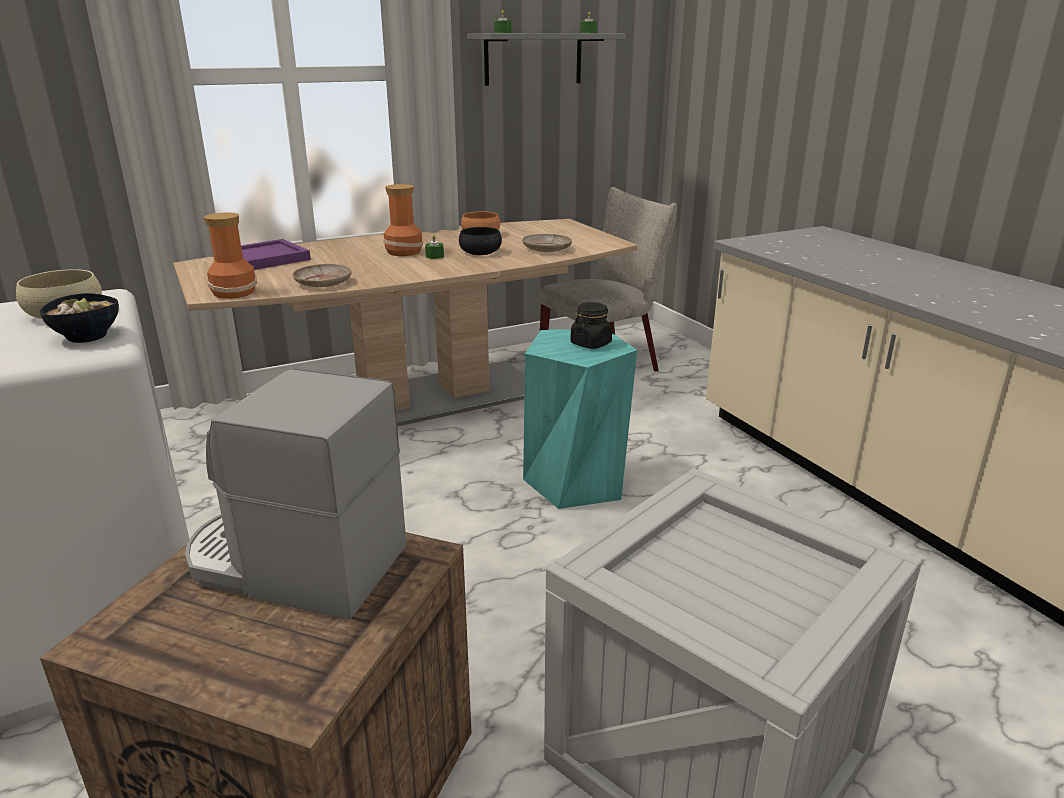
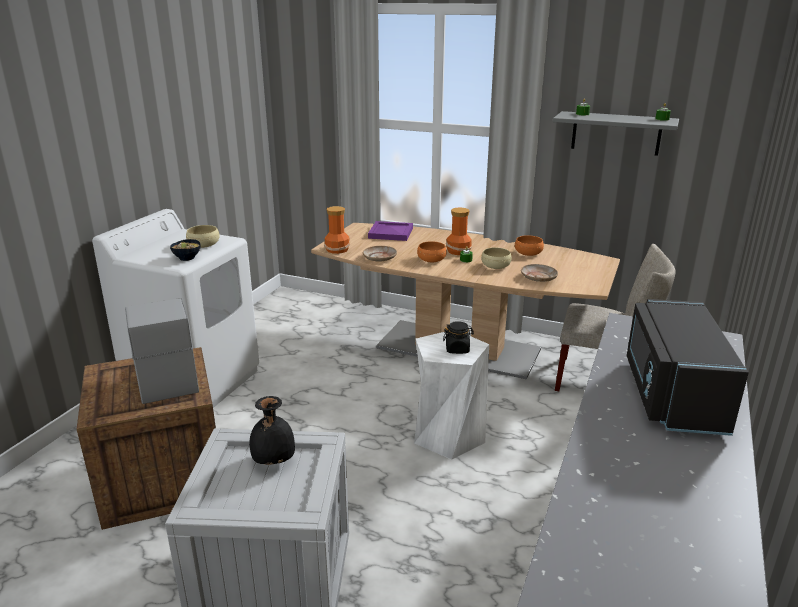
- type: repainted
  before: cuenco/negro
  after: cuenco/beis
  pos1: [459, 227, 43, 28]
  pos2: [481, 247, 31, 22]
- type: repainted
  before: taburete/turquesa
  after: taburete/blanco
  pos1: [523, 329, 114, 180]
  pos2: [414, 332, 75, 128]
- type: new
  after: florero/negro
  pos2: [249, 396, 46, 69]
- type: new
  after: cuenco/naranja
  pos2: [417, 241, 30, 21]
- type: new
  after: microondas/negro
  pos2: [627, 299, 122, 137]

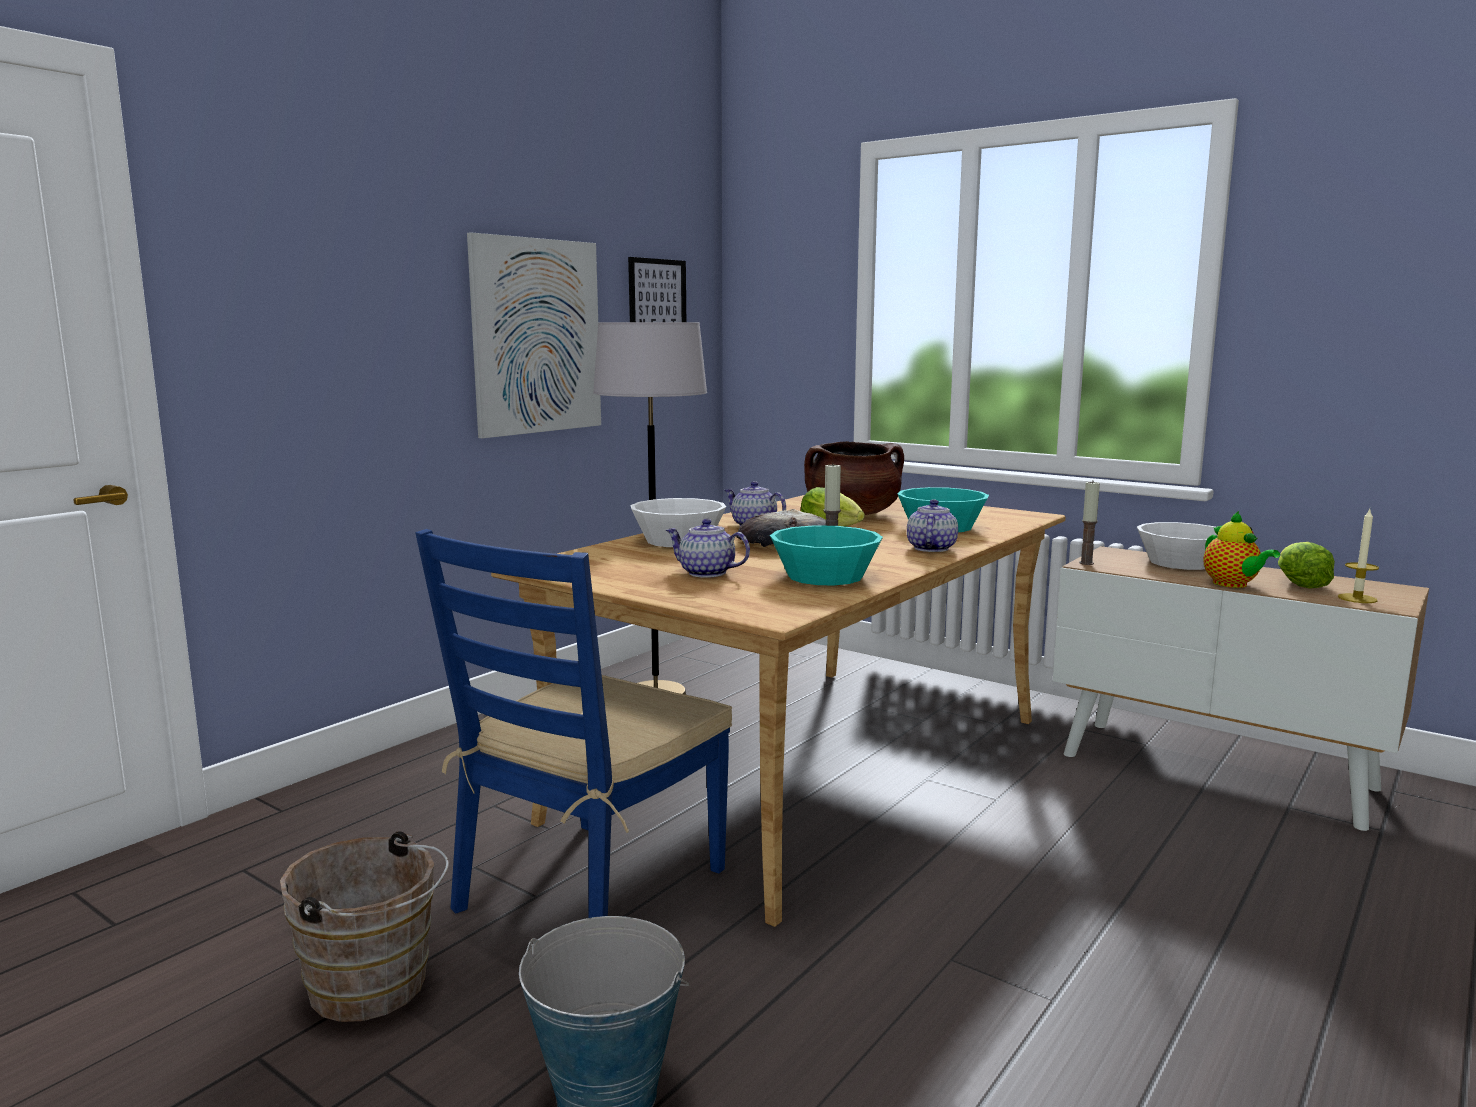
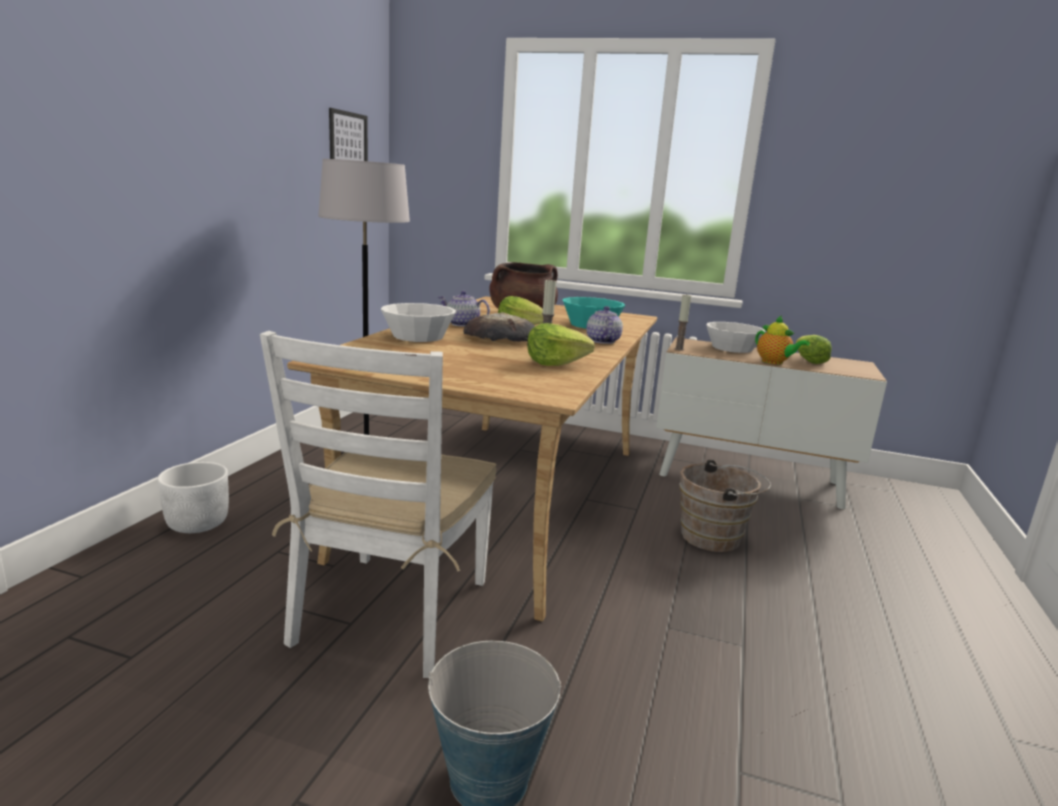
- type: shifted
  before: cubo/marrón
  pos1: [280, 831, 169, 191]
  pos2: [679, 460, 92, 92]
- type: repainted
  before: silla/azul
  after: silla/blanco
  pos1: [415, 529, 317, 389]
  pos2: [260, 331, 237, 347]
- type: gone
  before: cuadro
  pos1: [467, 232, 134, 206]
- type: gone
  before: tetera
  pos1: [666, 519, 84, 59]
- type: swapped
  before: cuenco/turquesa
  after: lechuga
  pos1: [770, 525, 113, 60]
  pos2: [527, 323, 68, 43]
- type: gone
  before: vela
  pos1: [1338, 509, 41, 94]
- type: new
  after: maceta/blanco
  pos2: [157, 462, 72, 71]

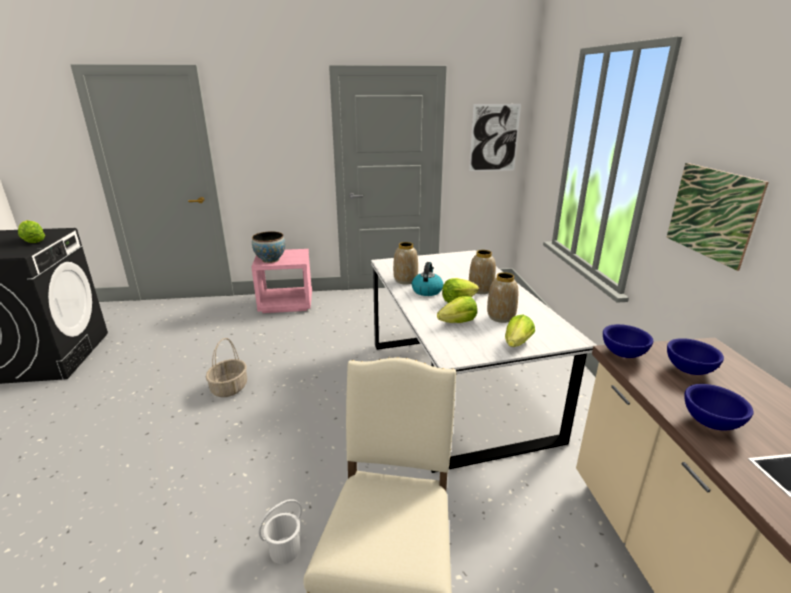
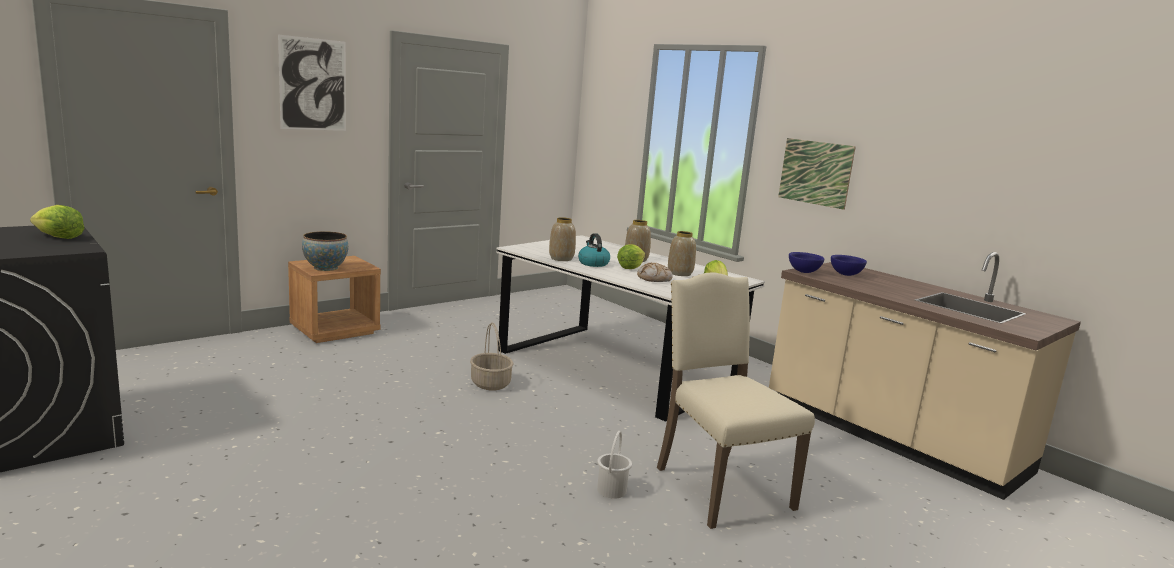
- type: shifted
  before: cesta
  pos1: [206, 338, 41, 59]
  pos2: [470, 322, 44, 69]
- type: repainted
  before: mesita de noche/rosa
  after: mesita de noche/marrón
  pos1: [251, 249, 61, 64]
  pos2: [288, 256, 93, 87]
- type: swapped
  before: lechuga
  after: pan
  pos1: [437, 296, 40, 27]
  pos2: [637, 263, 36, 19]
- type: shifted
  before: cuadro
  pos1: [469, 104, 52, 67]
  pos2: [278, 35, 68, 96]
- type: gone
  before: cuenco/azul
  pos1: [685, 384, 68, 46]

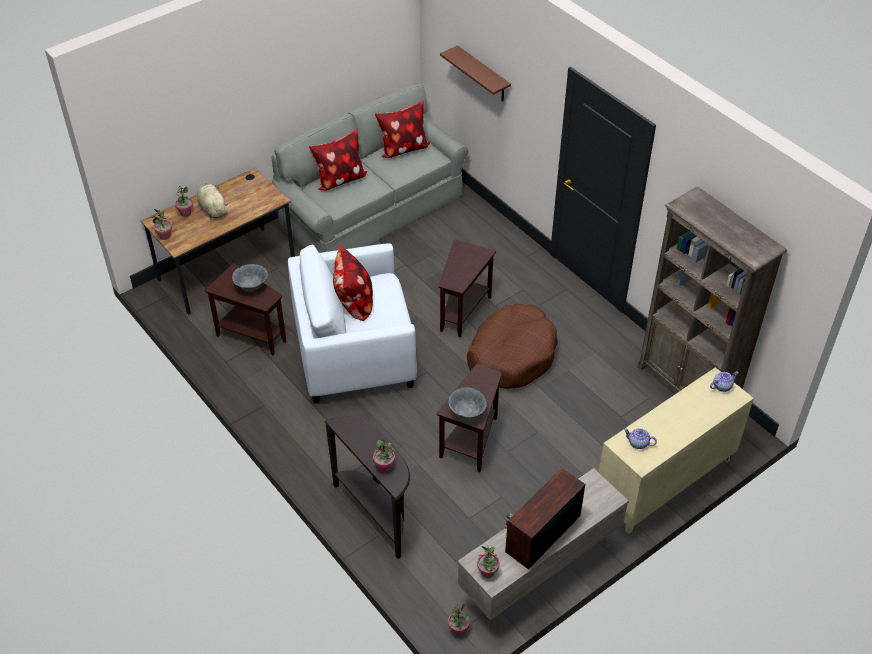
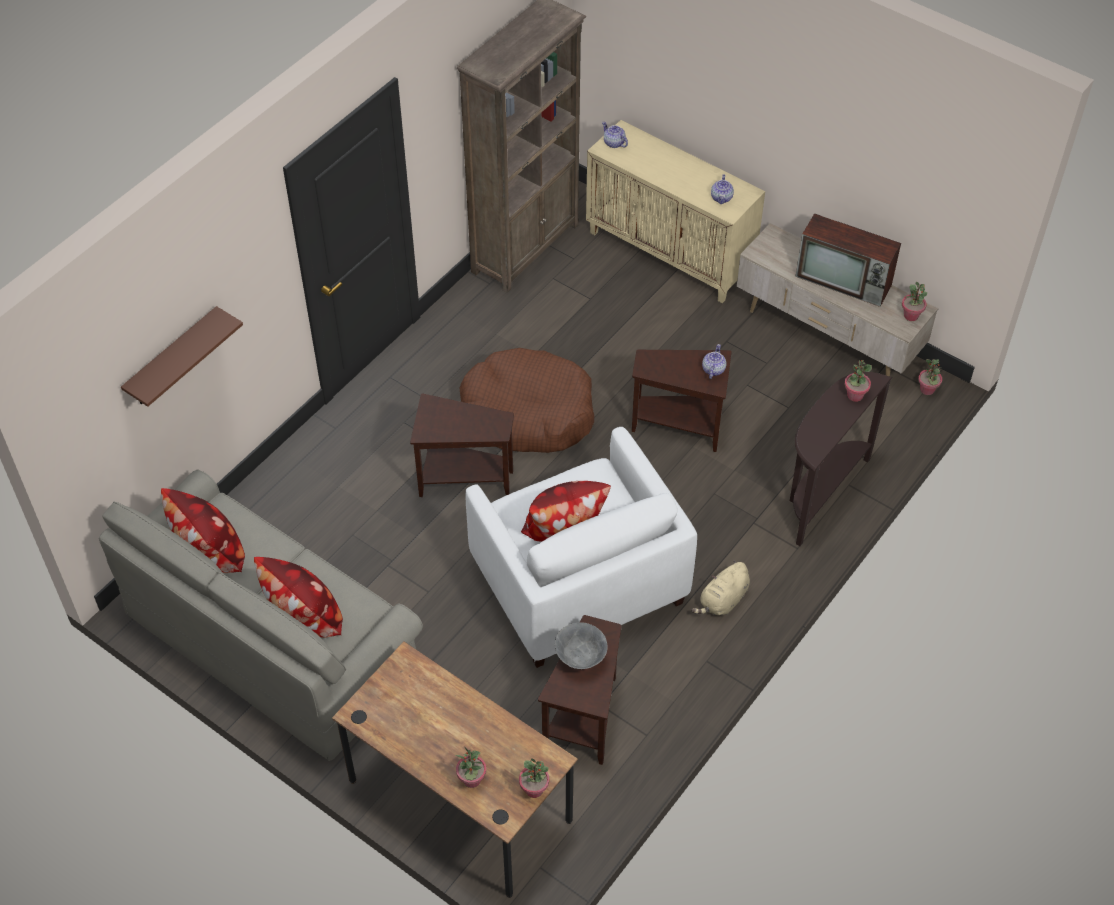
- type: shifted
  before: peluche/beis
  pos1: [197, 183, 31, 35]
  pos2: [691, 561, 59, 54]
- type: swapped
  before: cuenco/gris
  after: tetera
  pos1: [448, 387, 39, 32]
  pos2: [702, 344, 24, 35]

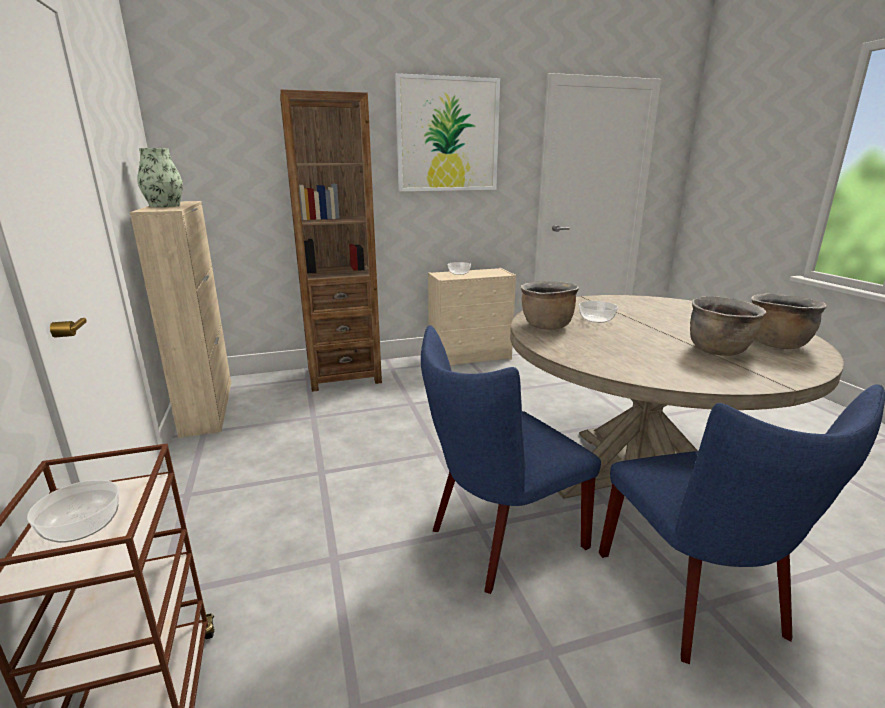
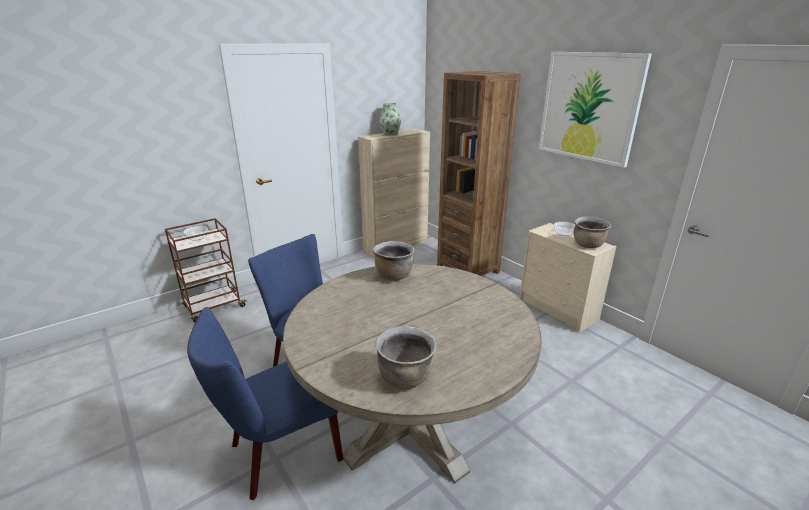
- type: gone
  before: cuenco
  pos1: [579, 301, 39, 22]
- type: shifted
  before: olla/marrón
  pos1: [690, 296, 77, 60]
  pos2: [574, 216, 37, 32]

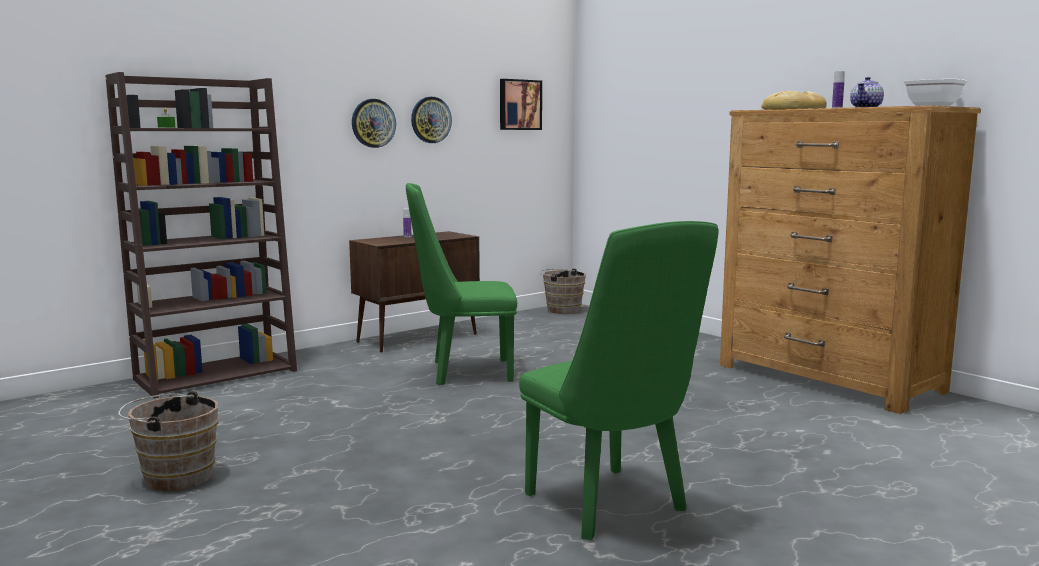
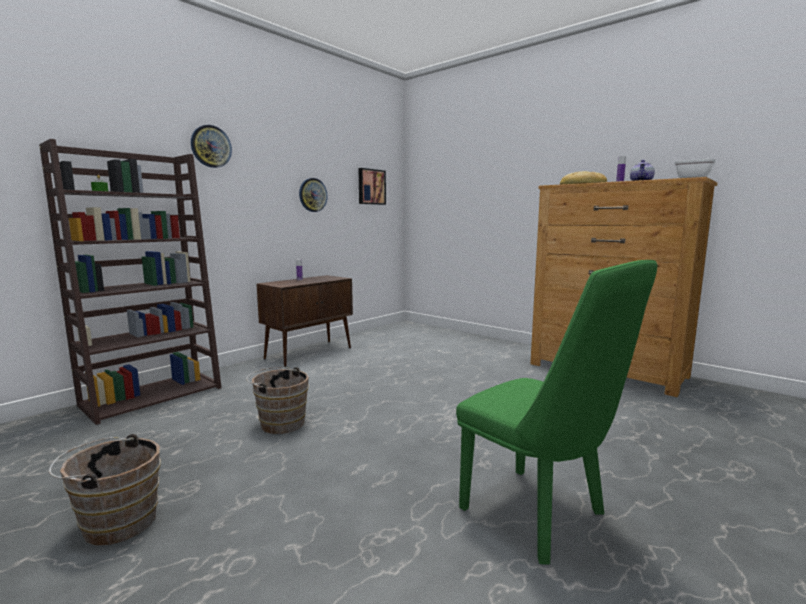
- type: shifted
  before: reloj de pared
  pos1: [352, 99, 44, 49]
  pos2: [191, 125, 41, 43]
- type: gone
  before: silla/verde
  pos1: [406, 183, 111, 202]
- type: shifted
  before: cubo/marrón
  pos1: [539, 268, 47, 46]
  pos2: [246, 367, 63, 67]

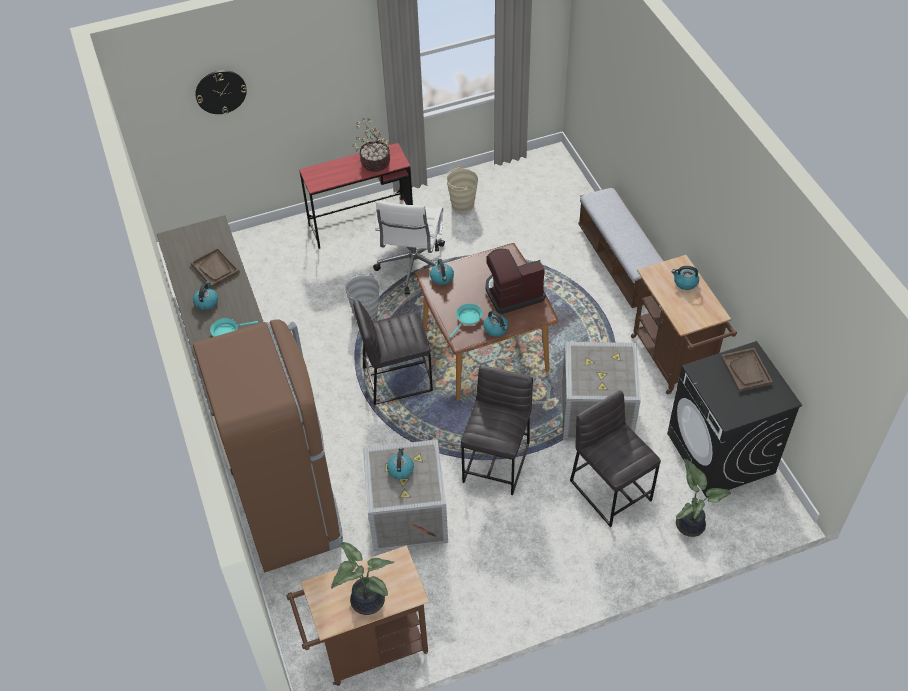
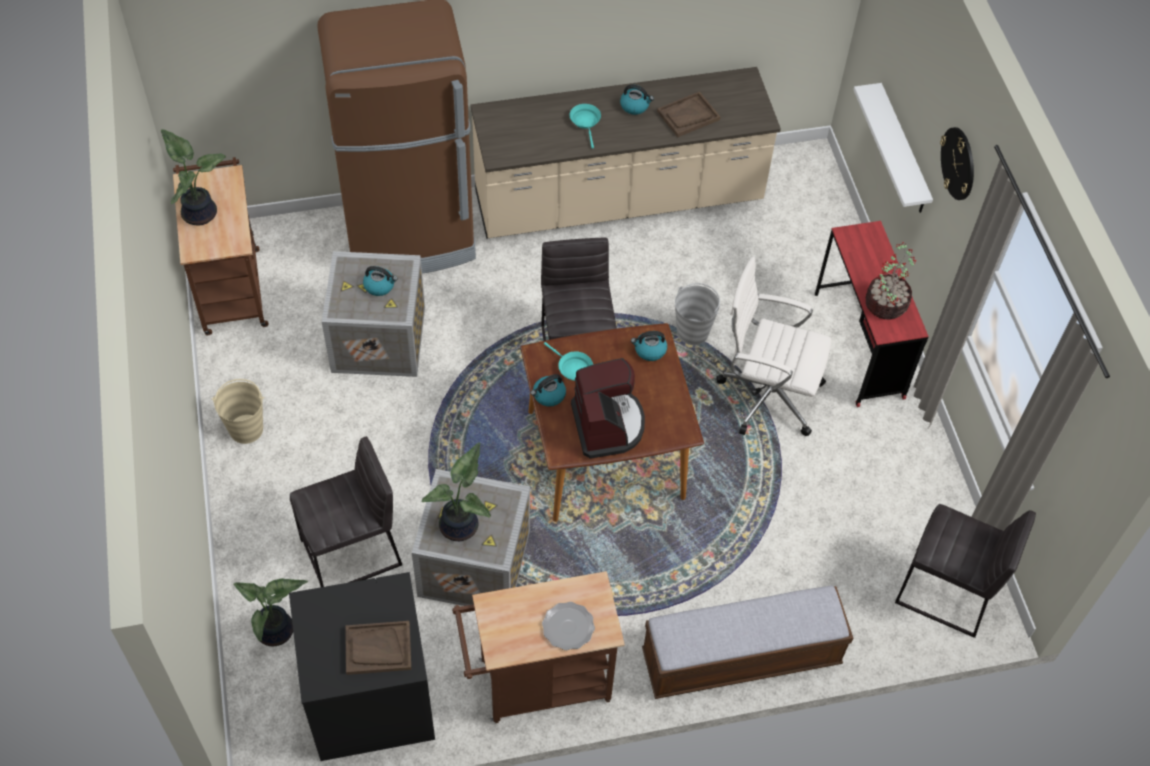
- type: shifted
  before: reloj de pared
  pos1: [195, 70, 52, 44]
  pos2: [940, 127, 34, 73]
- type: shifted
  before: cubo/beis
  pos1: [446, 165, 32, 48]
  pos2: [211, 379, 53, 65]
- type: shifted
  before: taburete/gris
  pos1: [461, 365, 72, 130]
  pos2: [895, 504, 141, 134]
- type: swapped
  before: hervidor
  after: plato
  pos1: [672, 266, 27, 24]
  pos2: [542, 602, 53, 48]
- type: new
  after: planta en maceta
  pos2: [422, 442, 69, 99]
- type: new
  after: estante/blanco
  pos2: [853, 83, 80, 130]

